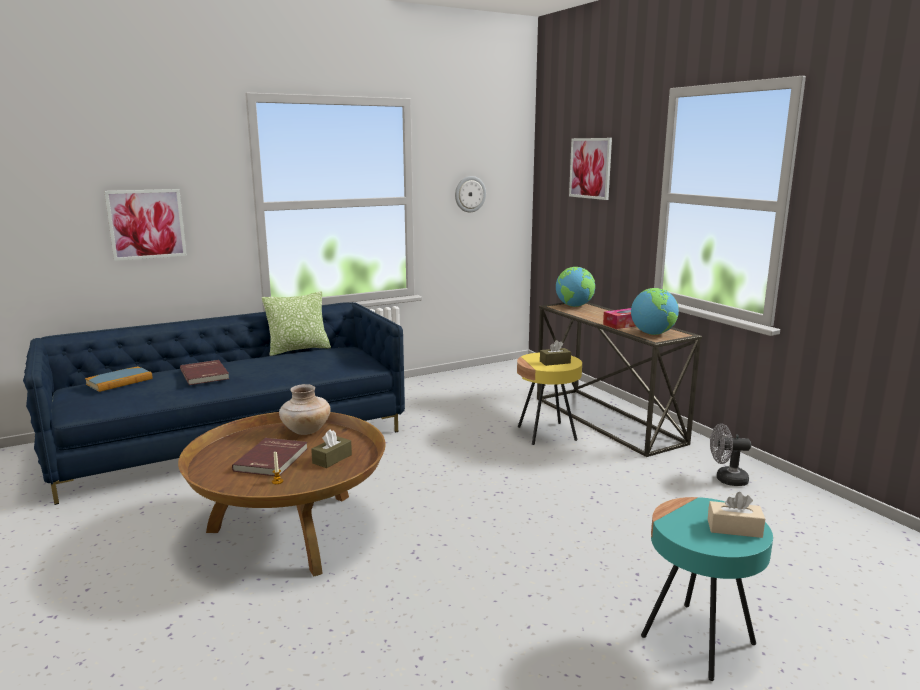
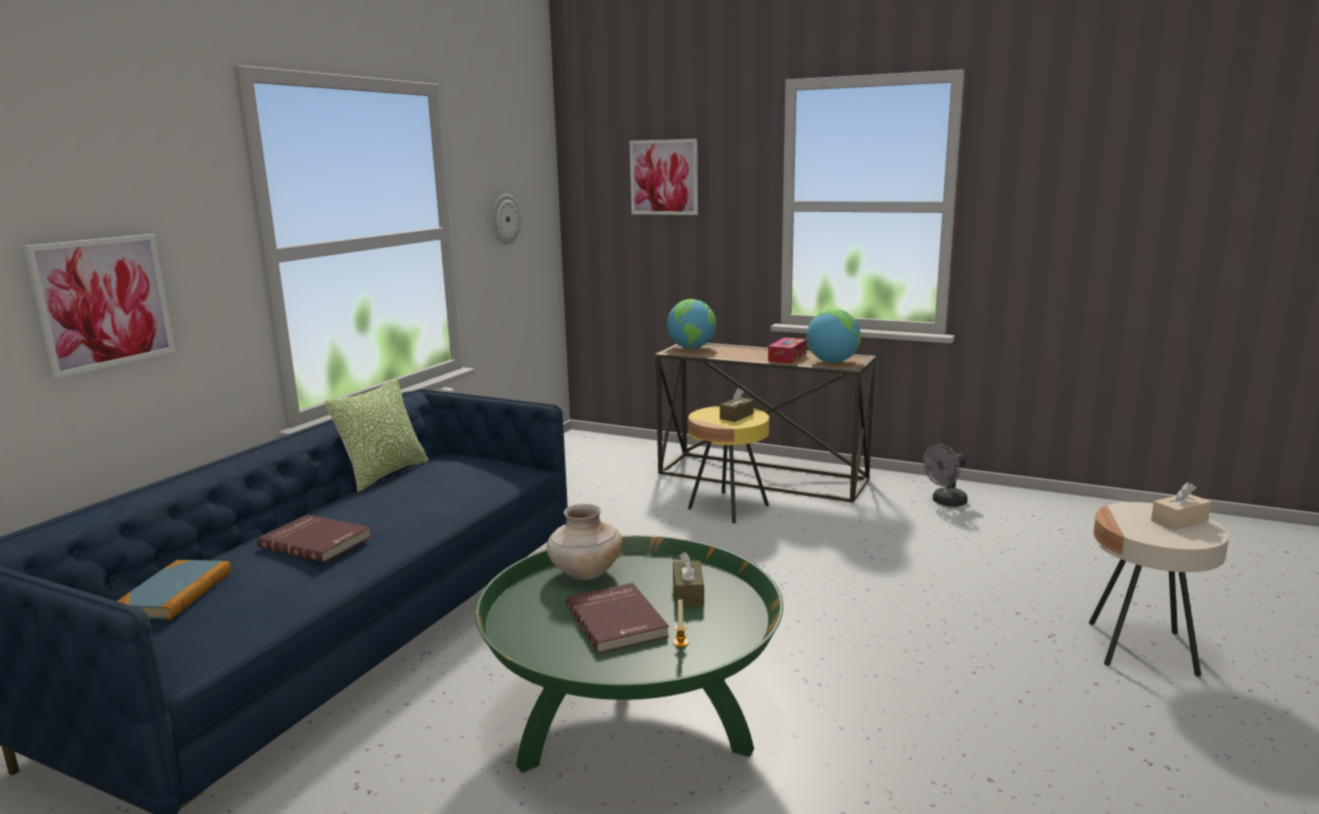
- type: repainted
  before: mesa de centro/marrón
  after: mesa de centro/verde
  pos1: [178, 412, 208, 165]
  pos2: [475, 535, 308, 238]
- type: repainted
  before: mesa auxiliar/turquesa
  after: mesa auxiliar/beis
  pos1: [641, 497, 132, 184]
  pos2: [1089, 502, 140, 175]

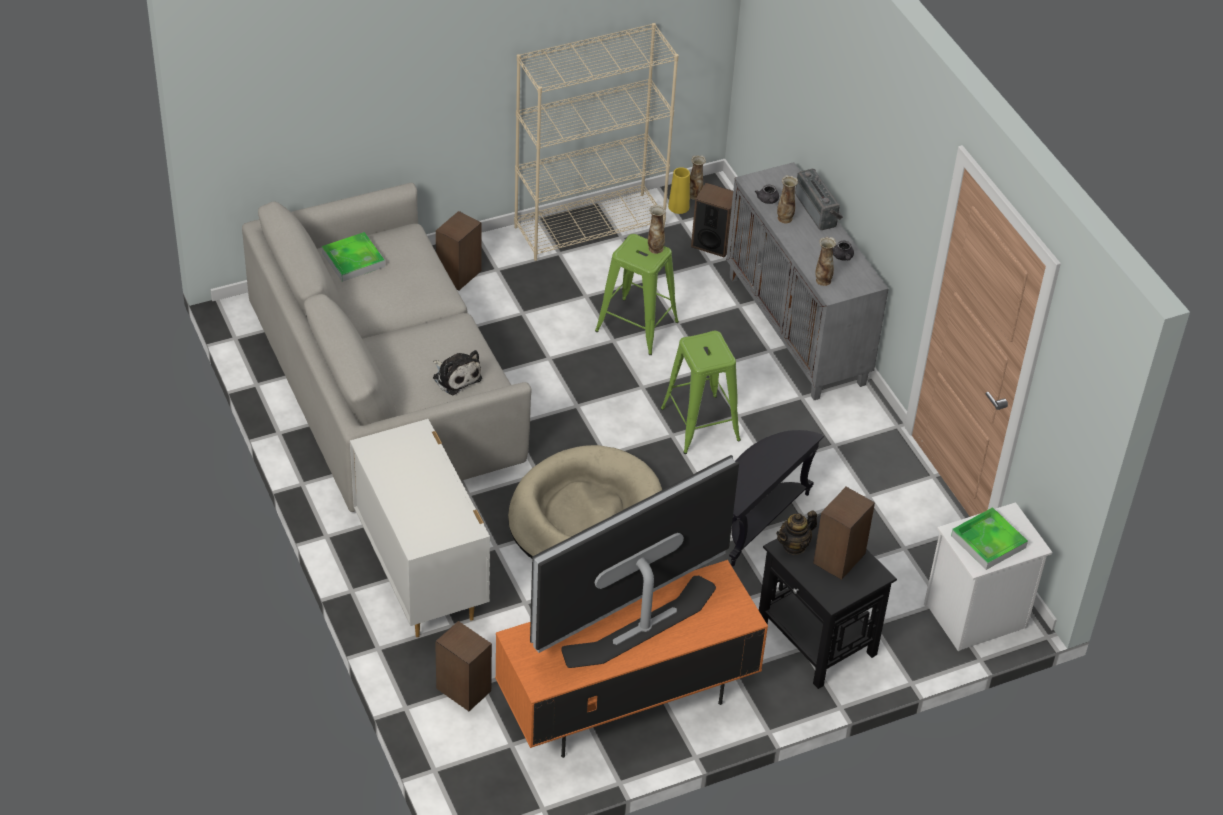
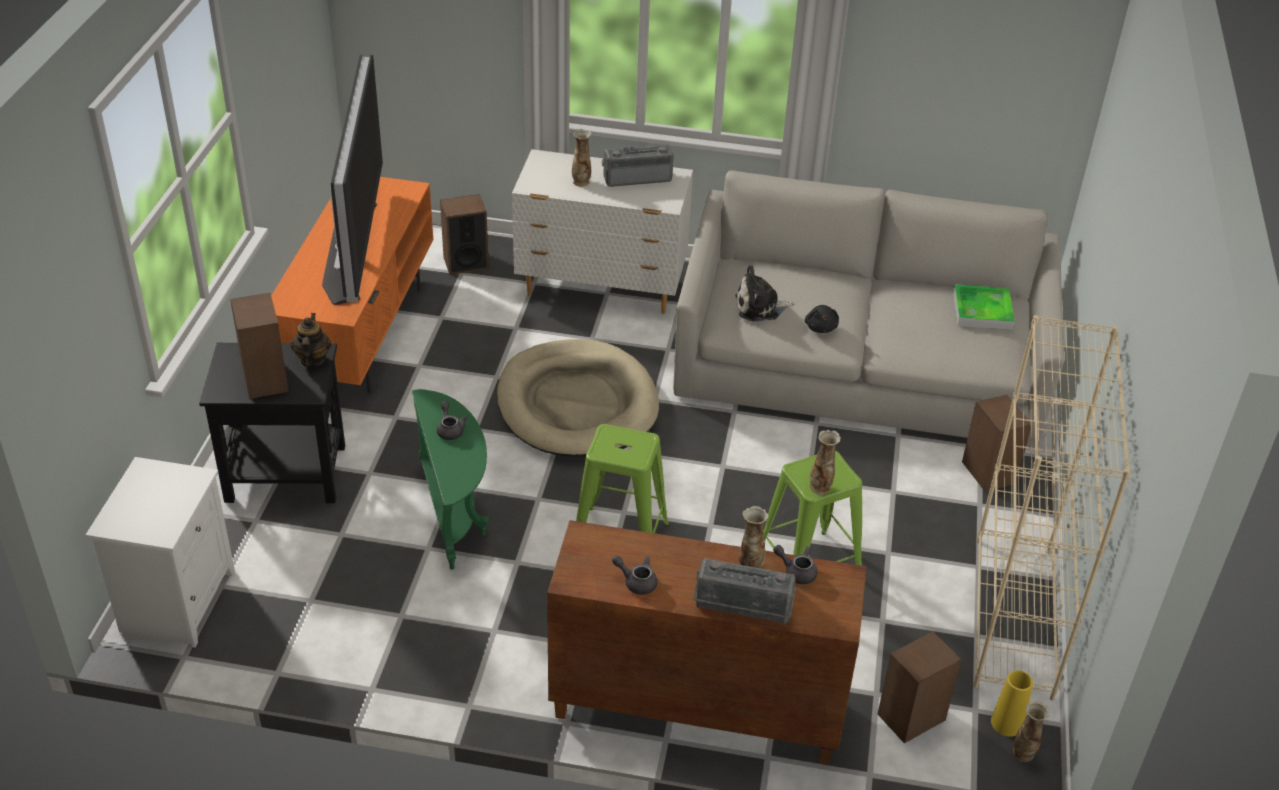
- type: repainted
  before: armario/gris
  after: armario/marrón
  pos1: [726, 162, 163, 238]
  pos2: [547, 520, 320, 244]
- type: repainted
  before: mesa auxiliar/negro
  after: mesa auxiliar/verde
  pos1: [729, 430, 95, 136]
  pos2: [412, 389, 77, 181]
- type: shifted
  before: florero
  pos1: [815, 237, 21, 49]
  pos2: [572, 129, 20, 58]
- type: gone
  before: bandeja
  pos1: [951, 507, 77, 63]
- type: new
  after: tetera/gris
  pos2: [437, 401, 31, 39]
- type: new
  after: radio
  pos2: [601, 144, 73, 43]
- type: new
  after: peluche/negro
  pos2: [805, 305, 34, 28]

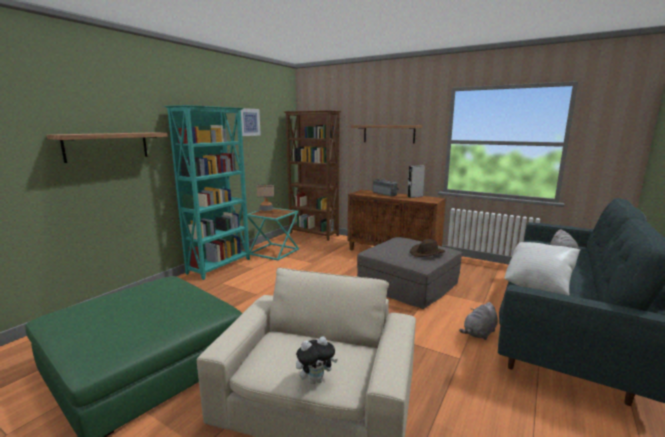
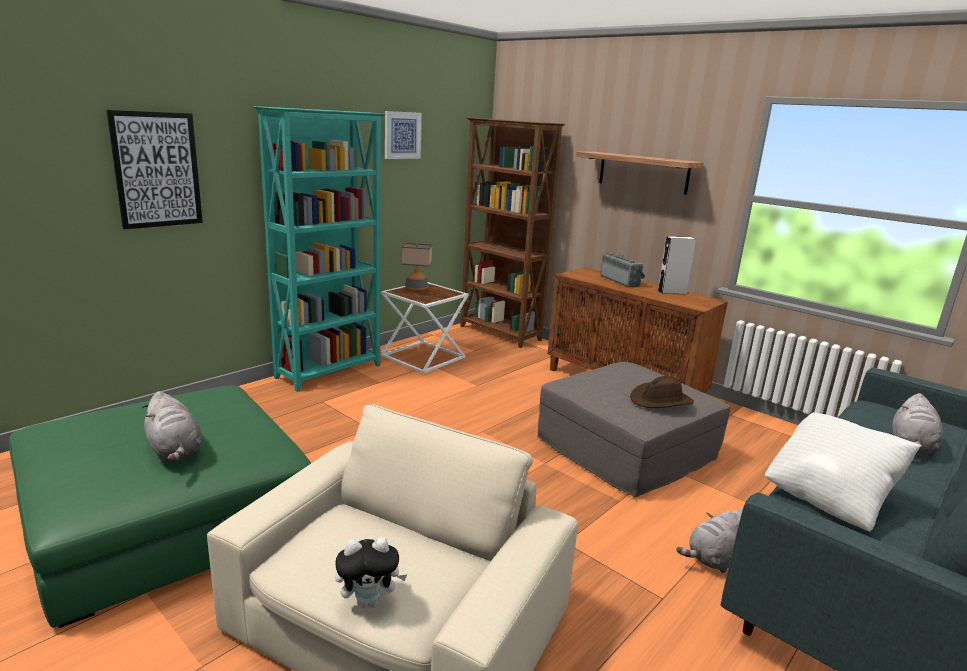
- type: swapped
  before: estante
  after: cuadro
  pos1: [47, 132, 121, 31]
  pos2: [106, 110, 97, 119]
- type: repainted
  before: mesa auxiliar/turquesa
  after: mesa auxiliar/blanco
  pos1: [247, 208, 52, 53]
  pos2: [381, 282, 88, 92]
- type: new
  after: peluche/gris
  pos2: [142, 391, 60, 71]

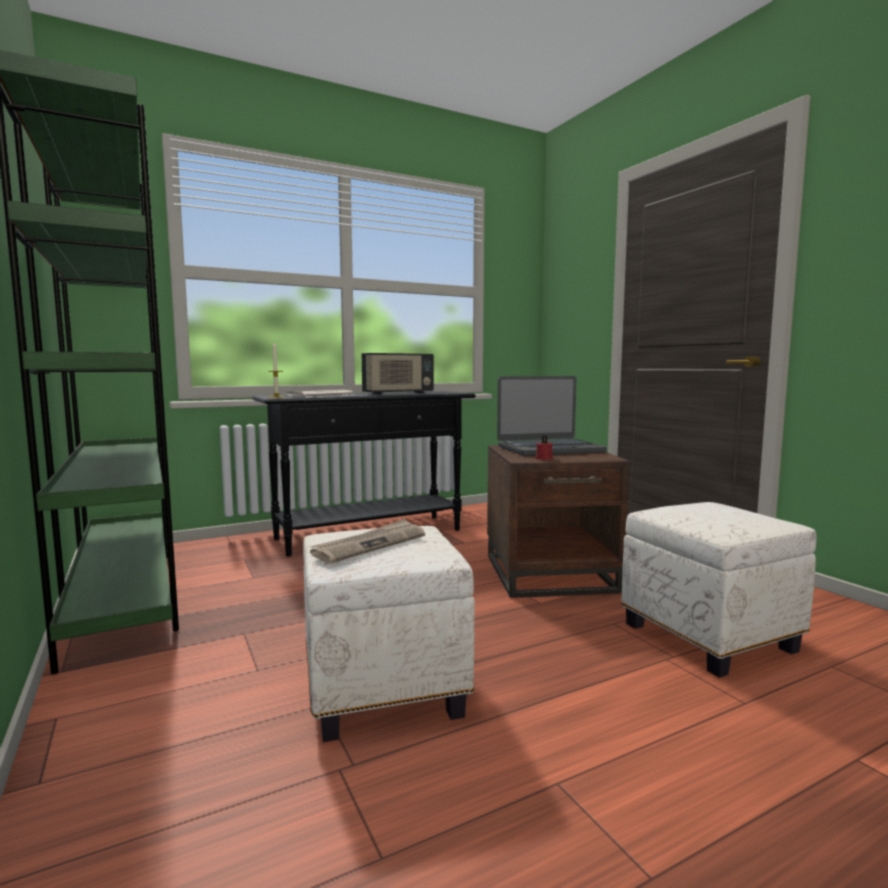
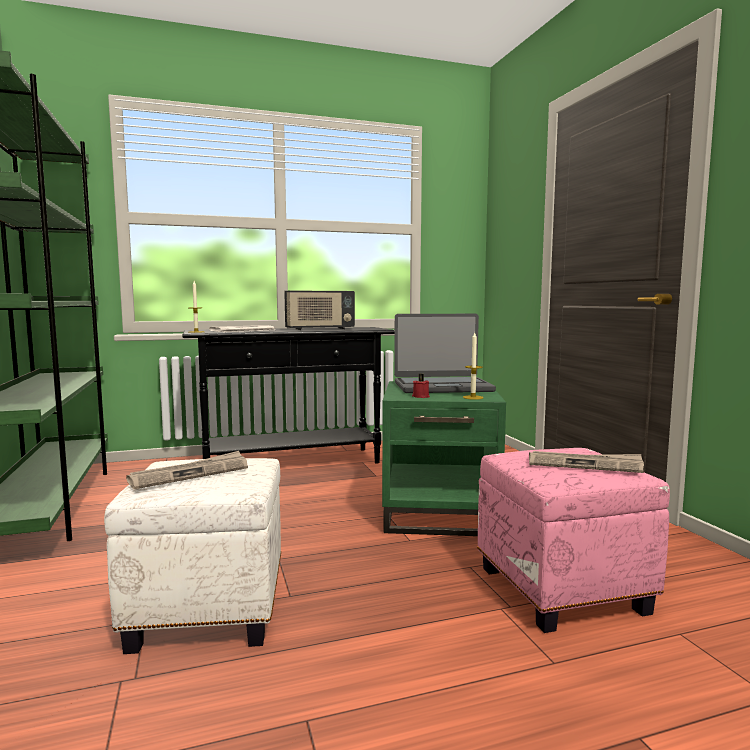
- type: repainted
  before: mesa auxiliar/marrón
  after: mesa auxiliar/verde
  pos1: [487, 445, 143, 153]
  pos2: [382, 381, 124, 155]
- type: repainted
  before: puf/blanco
  after: puf/rosa
  pos1: [621, 502, 196, 176]
  pos2: [477, 448, 193, 185]
- type: new
  after: vela
  pos2: [463, 333, 20, 67]
- type: new
  after: periódico
  pos2: [529, 451, 115, 22]

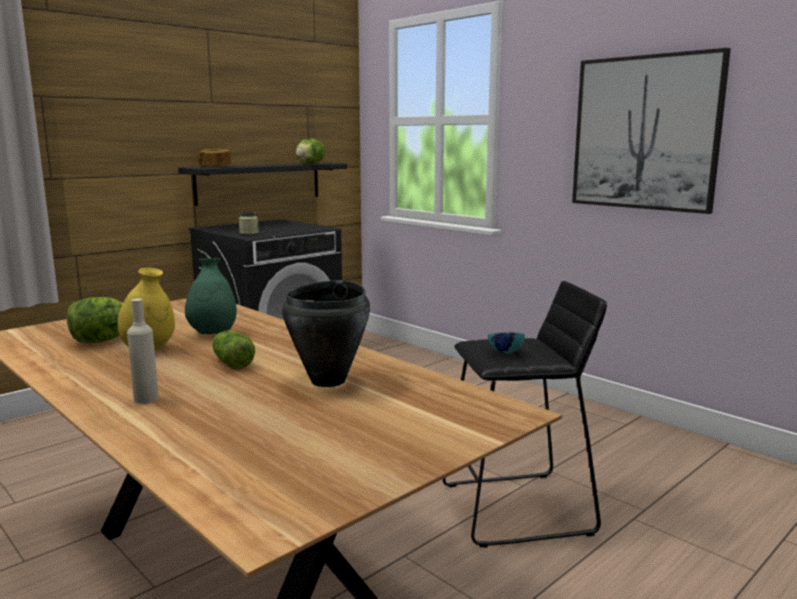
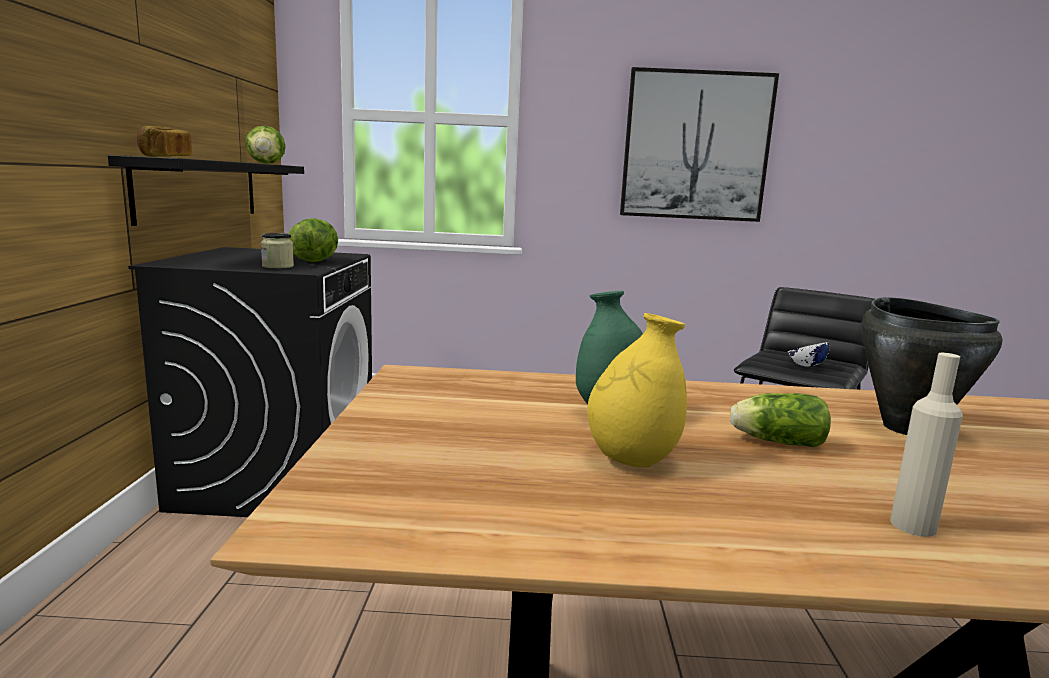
- type: shifted
  before: lechuga
  pos1: [67, 297, 56, 46]
  pos2: [288, 218, 50, 44]
- type: repainted
  before: cuenco/turquesa
  after: cuenco/blanco
  pos1: [488, 333, 37, 20]
  pos2: [787, 342, 43, 25]

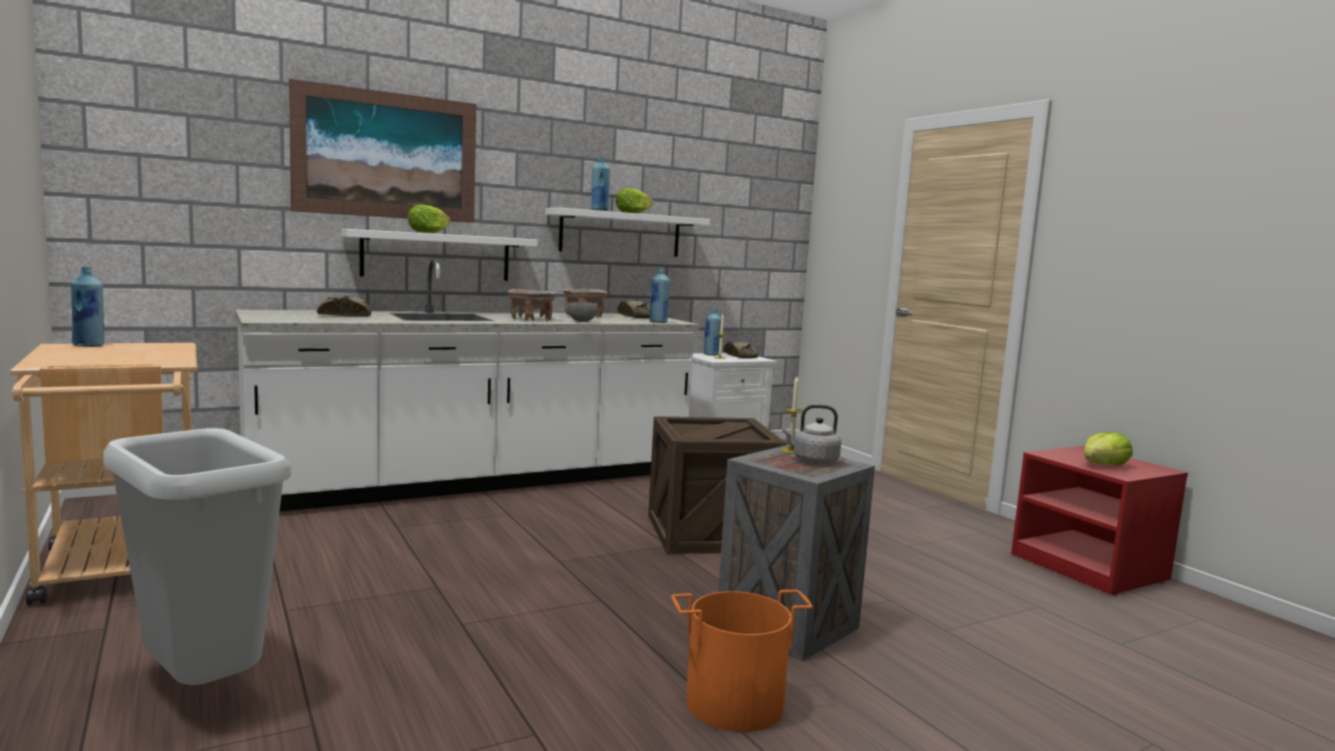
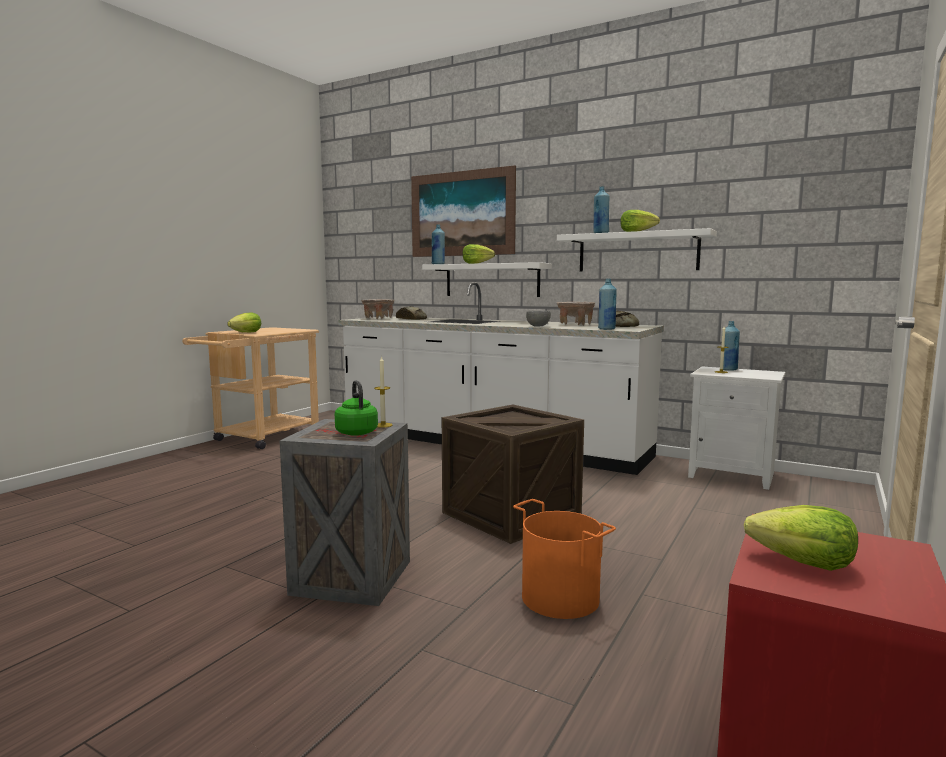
- type: shifted
  before: botella/azul
  pos1: [71, 267, 33, 80]
  pos2: [431, 225, 14, 39]
- type: gone
  before: papelera/gris
  pos1: [103, 428, 188, 257]
- type: shifted
  before: cuenco/beis
  pos1: [508, 289, 49, 32]
  pos2: [361, 299, 34, 20]
- type: shifted
  before: cubo/naranja
  pos1: [671, 590, 142, 142]
  pos2: [513, 499, 103, 120]
- type: gone
  before: pan
  pos1: [724, 341, 35, 17]
- type: repainted
  before: hervidor/gris
  after: hervidor/verde
  pos1: [782, 405, 59, 59]
  pos2: [335, 380, 43, 56]
- type: new
  after: lechuga
  pos2: [227, 313, 34, 20]

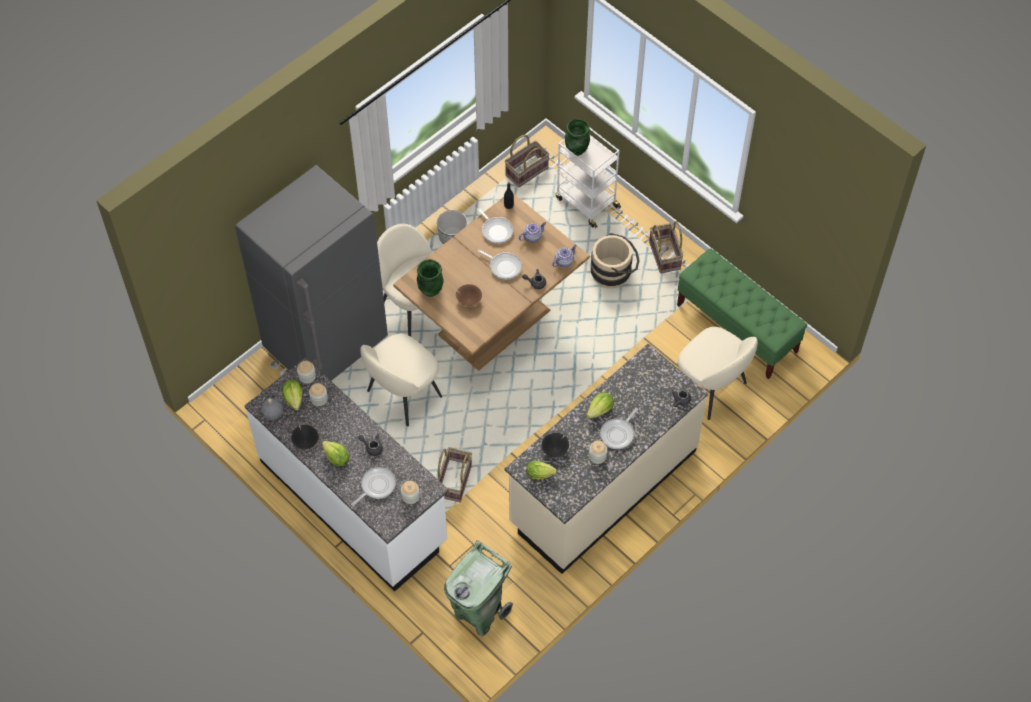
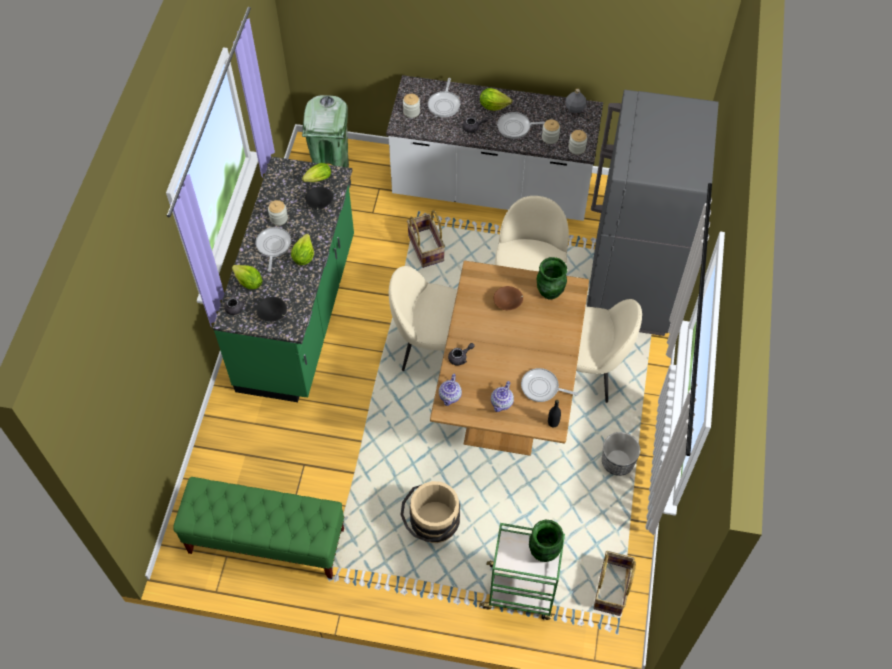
- type: shifted
  before: lechuga
  pos1: [282, 380, 20, 30]
  pos2: [232, 265, 31, 24]
- type: shifted
  before: cuenco/negro
  pos1: [291, 425, 28, 24]
  pos2: [256, 297, 31, 25]
- type: shifted
  before: sartén
  pos1: [478, 250, 44, 30]
  pos2: [497, 112, 48, 27]
- type: repainted
  before: mueble bajo de cocina/beis
  after: mueble bajo de cocina/verde
  pos1: [504, 344, 204, 230]
  pos2: [213, 157, 141, 245]
- type: repainted
  before: carrito/blanco
  after: carrito/verde
  pos1: [556, 127, 65, 101]
  pos2: [479, 523, 86, 97]
- type: gone
  before: cesta
  pos1: [649, 221, 35, 52]
- type: shifted
  before: silla/beis
  pos1: [678, 327, 80, 93]
  pos2: [389, 266, 68, 105]

